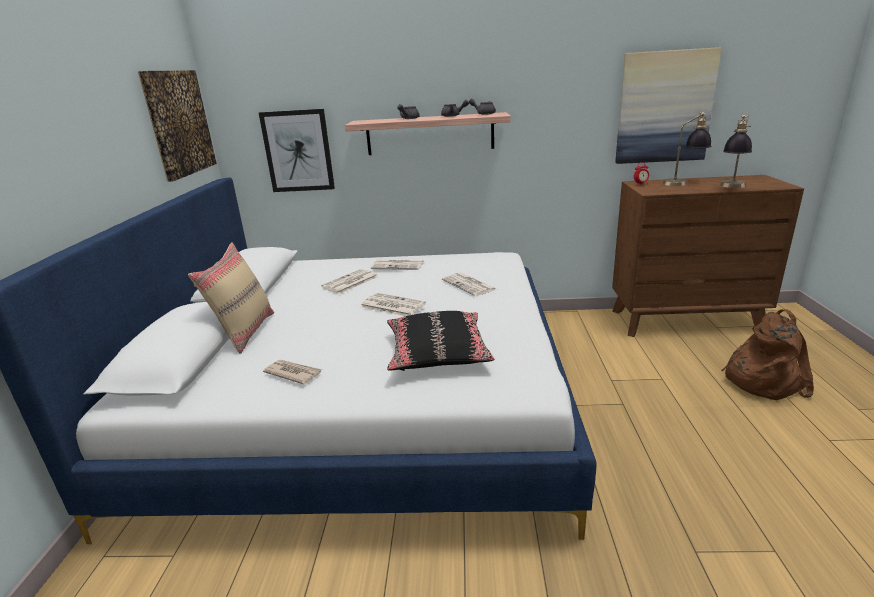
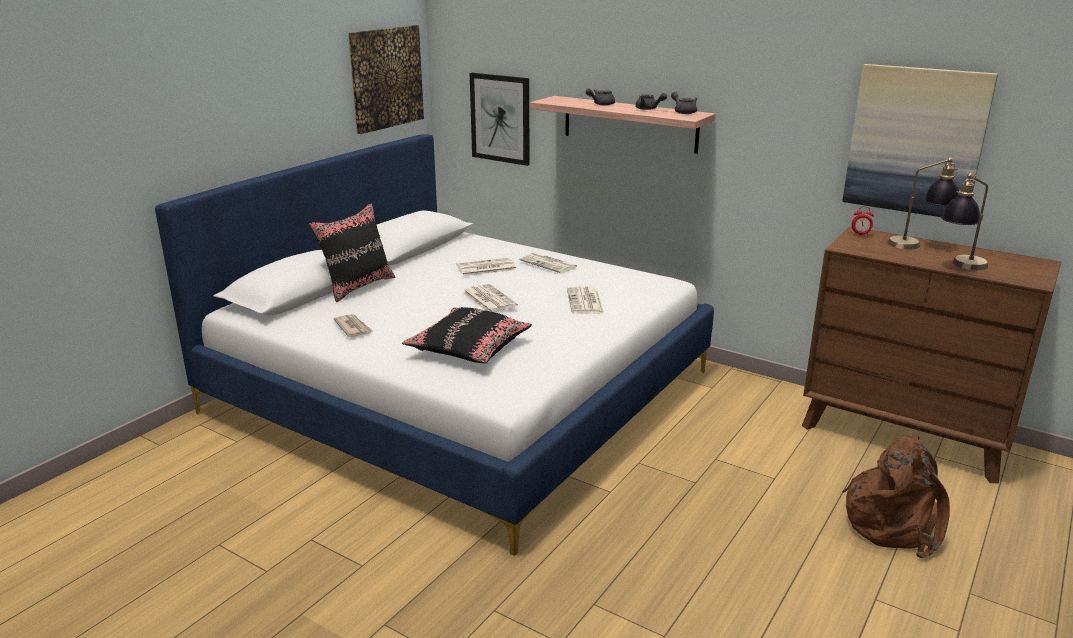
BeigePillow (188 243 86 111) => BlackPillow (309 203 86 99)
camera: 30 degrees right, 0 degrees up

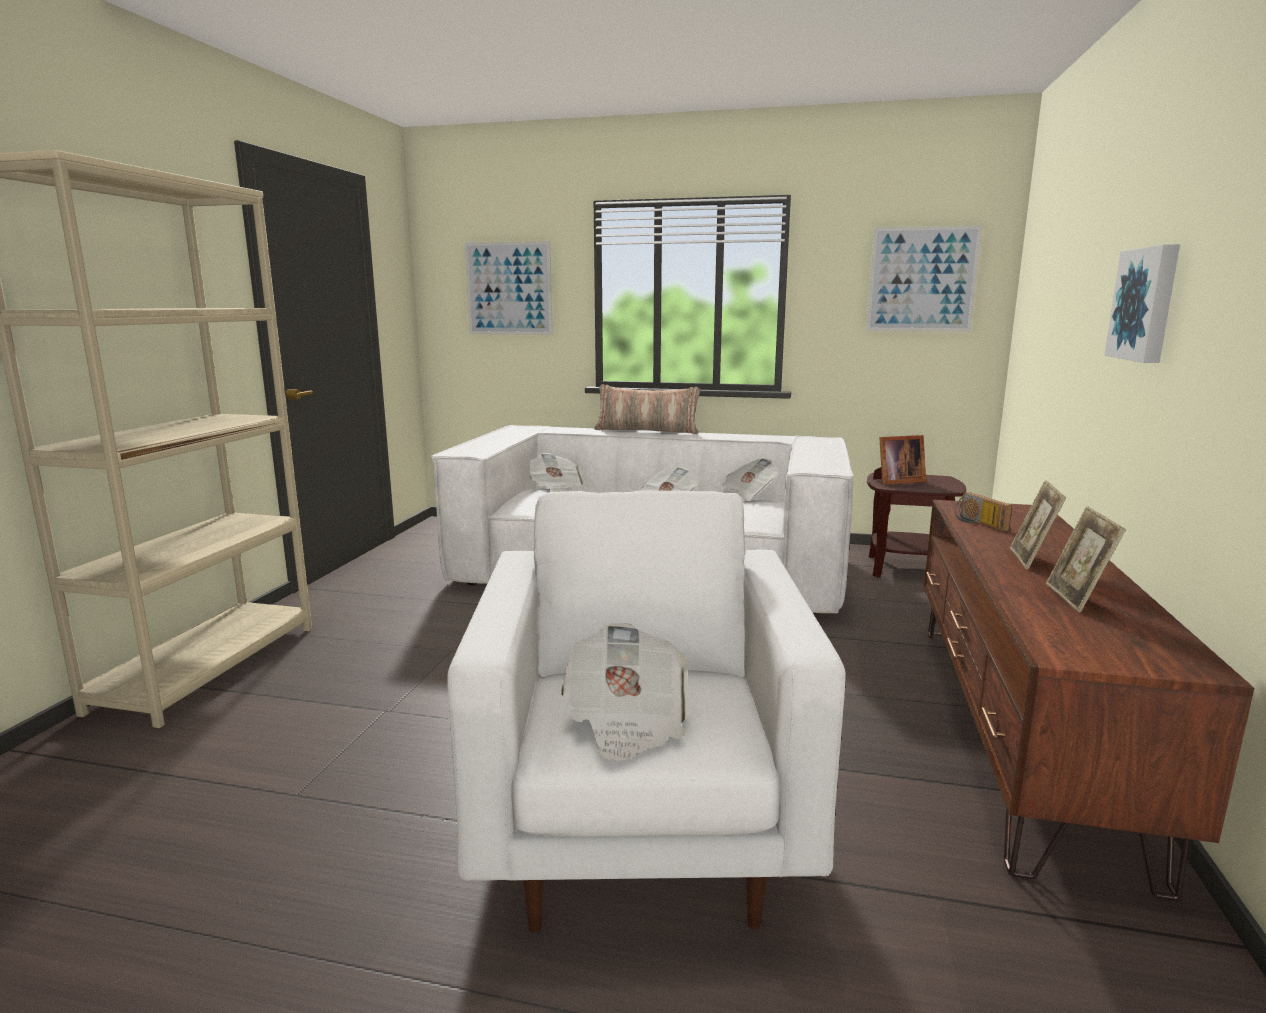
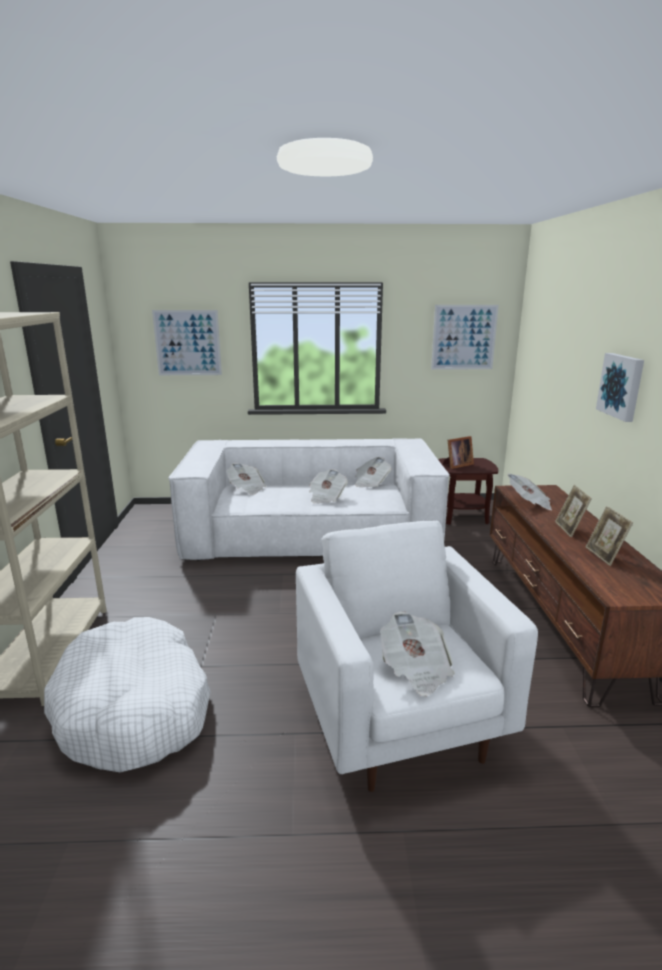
Pillow (594 384 106 50) => nothing
Radio (955 492 57 39) => Newspaper (507 473 45 37)
nothing => WhiteDogBed (44 617 167 155)
camera: 15 degrees left, 5 degrees up

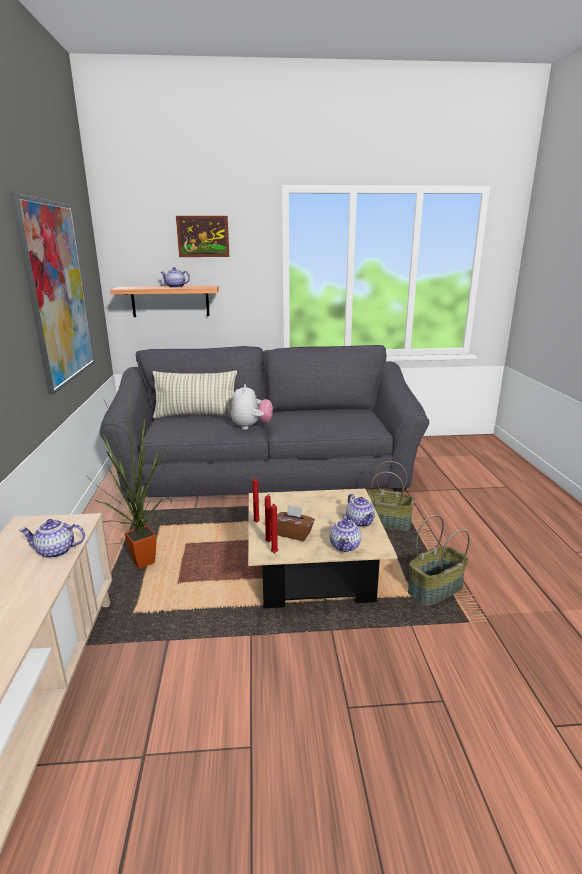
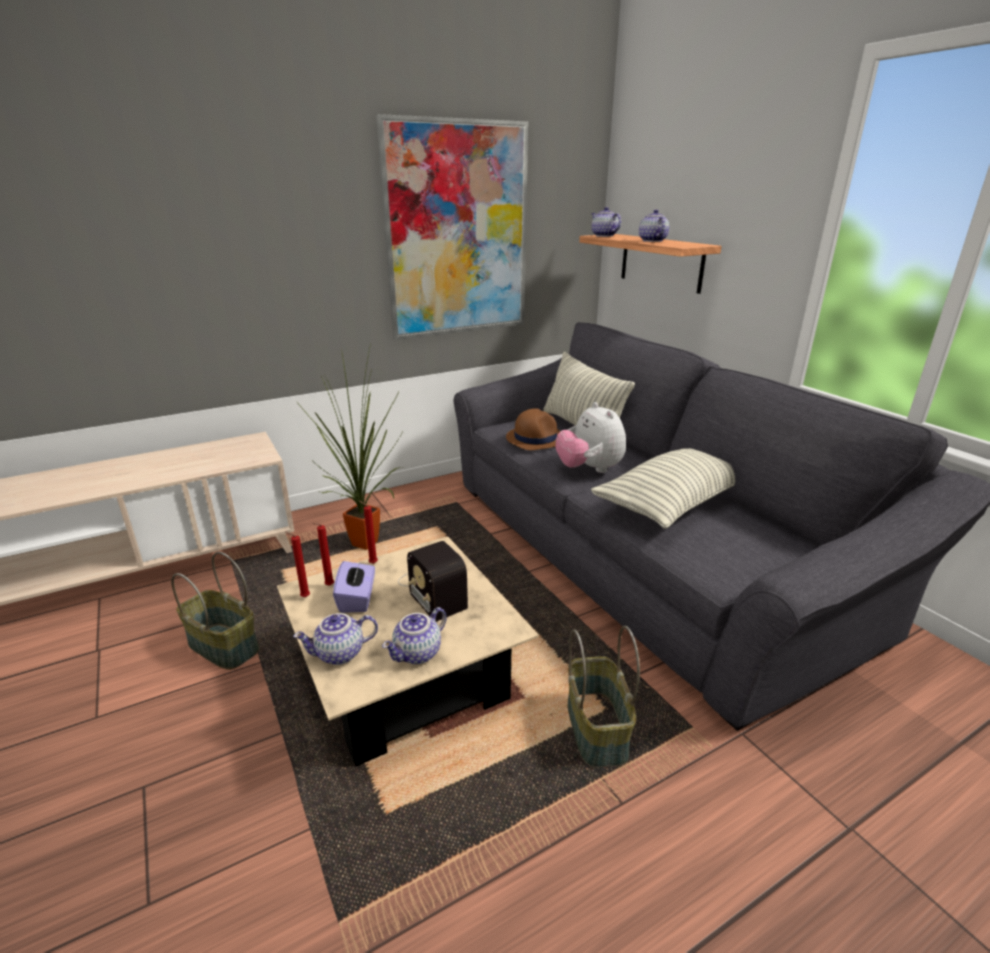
Picture (176 216 53 41) => nothing
PlushToy (231 384 42 46) => PlushToy (555 402 71 71), 90 degrees clockwise
BrownTissueBox (277 505 38 36) => PurpleTissueBox (333 560 42 53)
Basket (408 515 62 90) => Basket (171 552 88 118), relocated
Teapot (19 519 66 39) => Teapot (591 207 30 30), relocated
nothing => BrownHat (506 408 54 42)
nothing => Pillow (591 448 145 81)
nothing => Radio (398 541 70 81)
camera: 65 degrees right, 5 degrees up

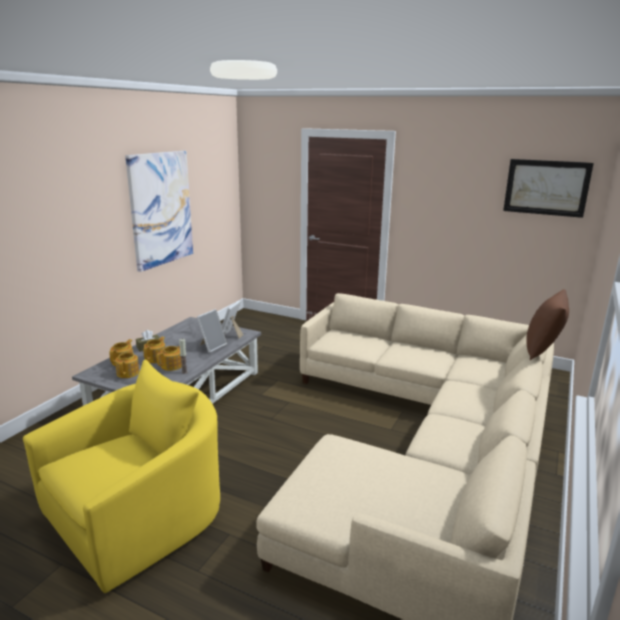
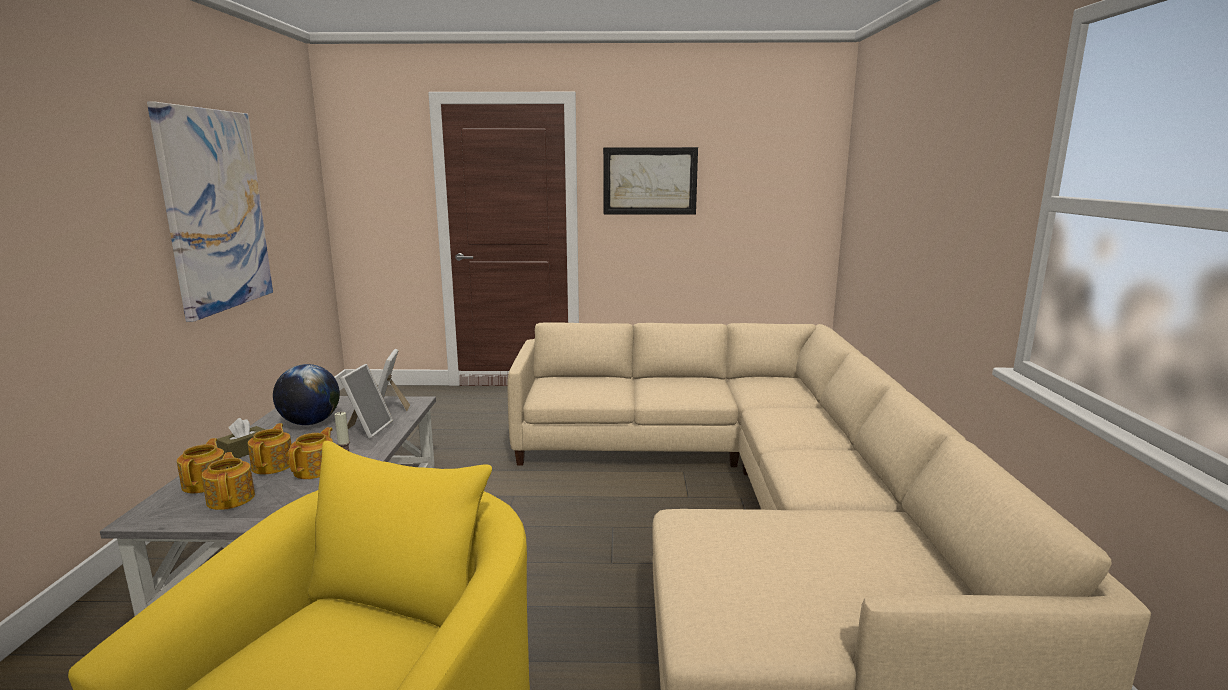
Picture (503 159 91 59) => Picture (603 147 95 67), relocated
BrownPillow (527 289 42 71) => nothing
nothing => Globe (273 364 67 61)
camera: 25 degrees left, 5 degrees down

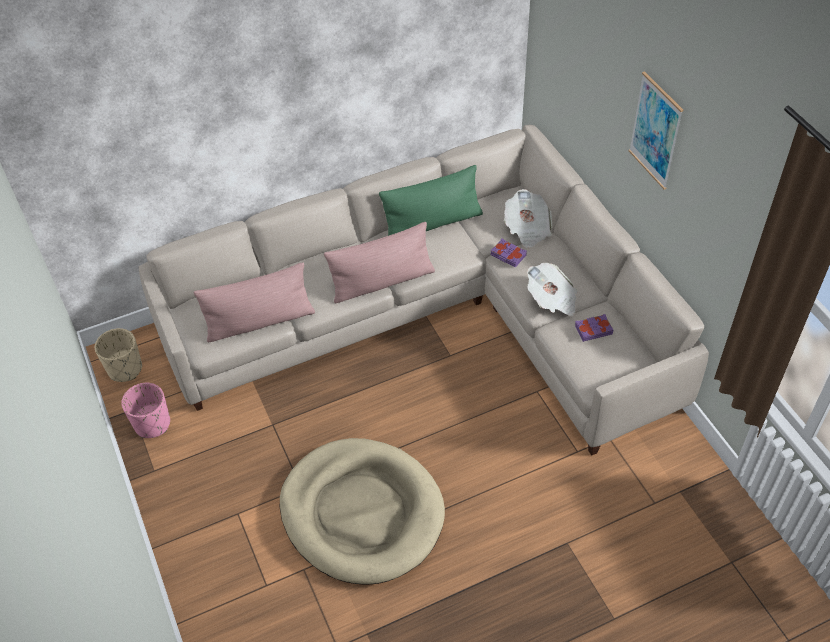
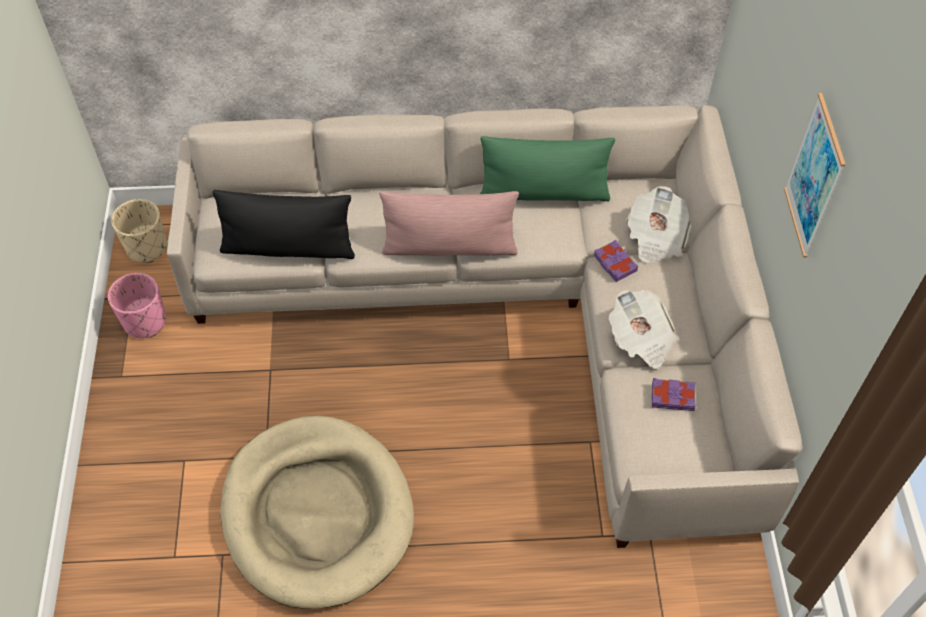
PinkPillow (194 262 121 81) => BlackPillow (212 190 143 69)
camera: 20 degrees right, 5 degrees up

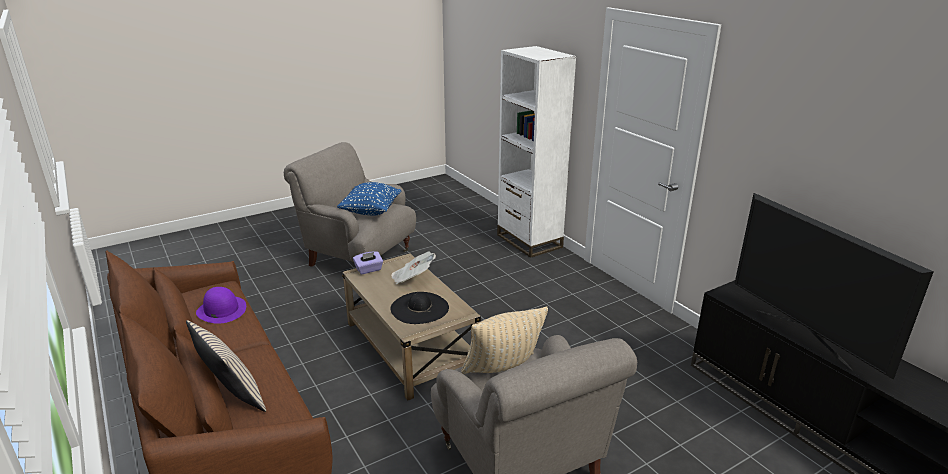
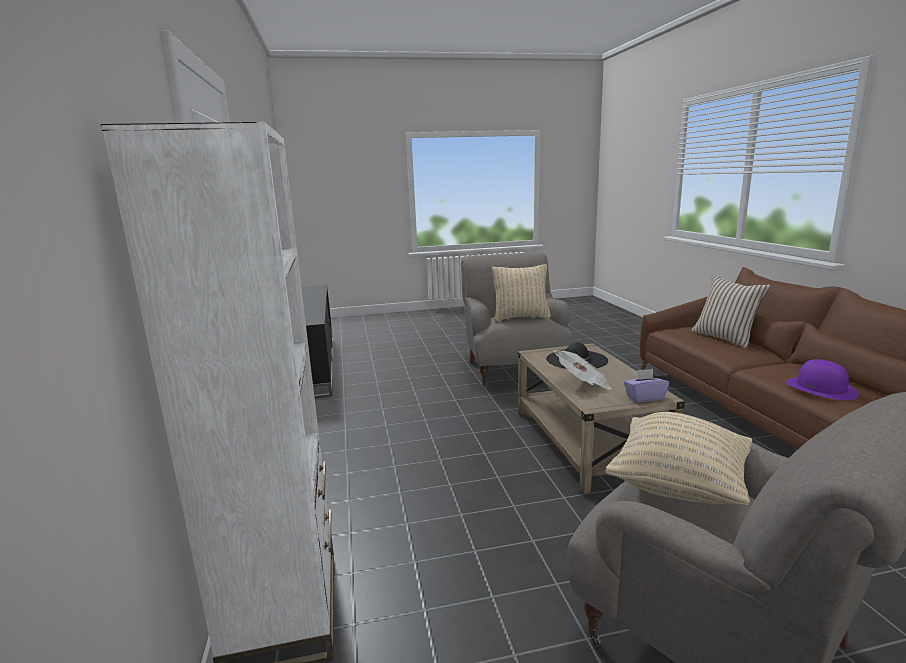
BluePillow (337 182 64 34) => BeigePillow (605 412 147 94)
Television (734 193 200 187) => nothing
camera: 160 degrees left, 10 degrees down

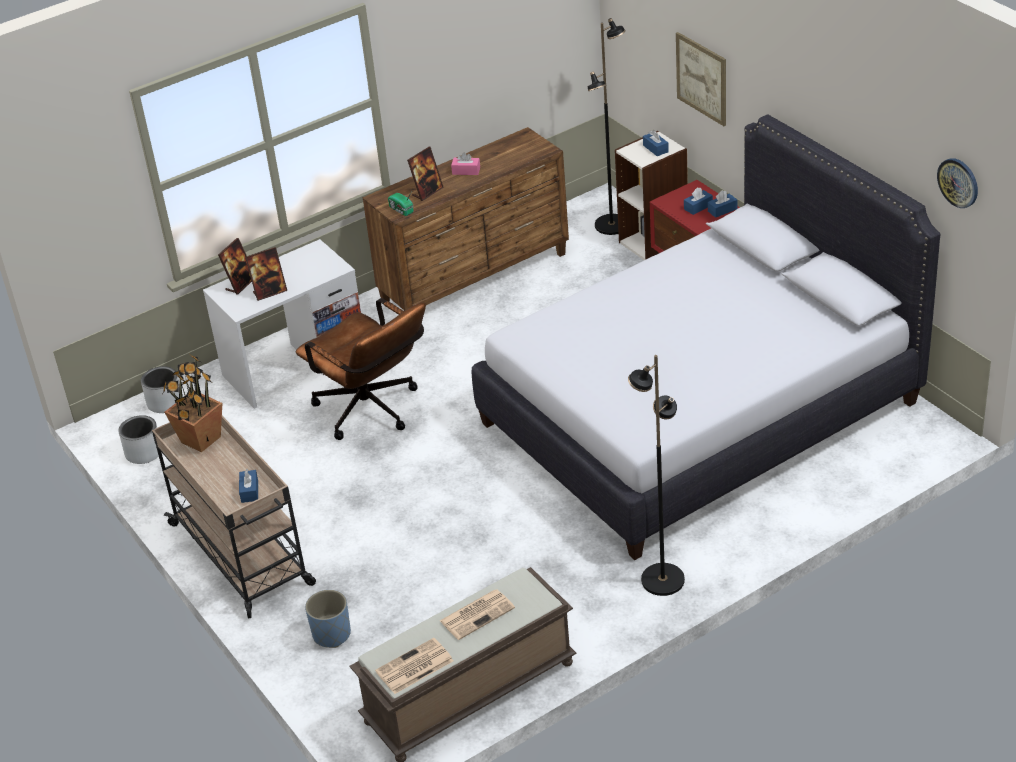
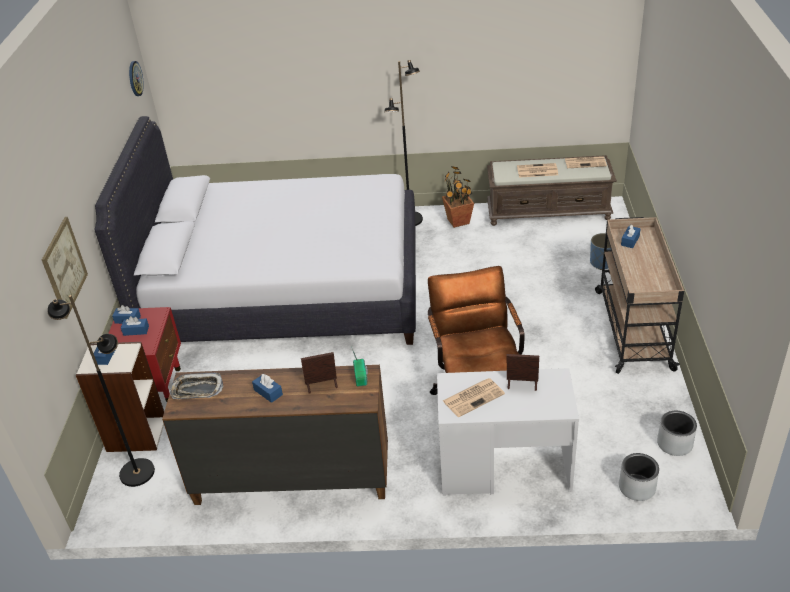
PinkTissueBox (451 152 29 23) => BlueTissueBox (252 374 31 29)
PictureFrame (218 238 34 57) => nothing
PottedPlant (163 355 59 97) => PottedPlant (442 166 32 62), relocated
nothing => Tray (169 373 54 26)
nothing => Newspaper (443 378 62 39)
camera: 145 degrees left, 0 degrees up

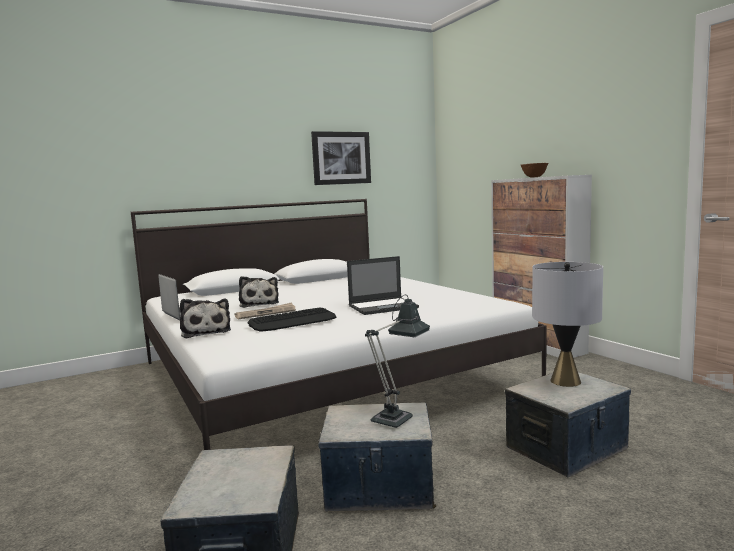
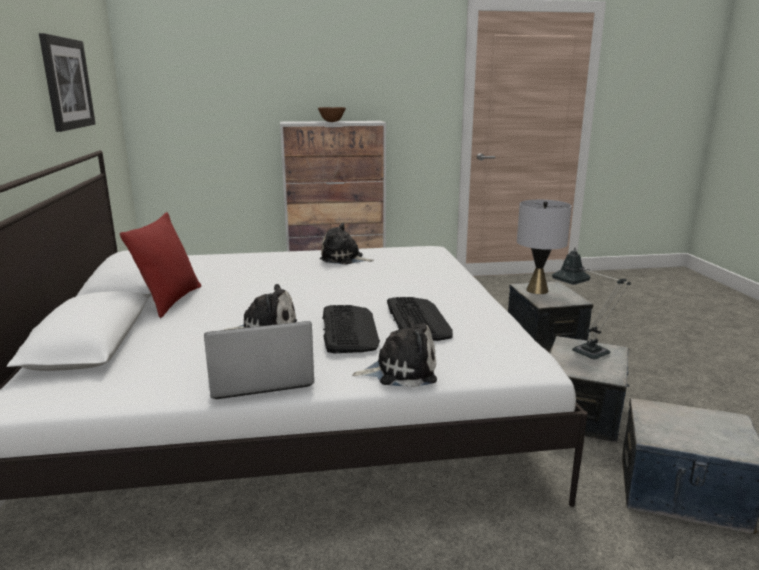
Laptop (347 256 72 59) => nothing
Newspaper (234 302 62 17) => Keyboard (323 305 57 48)
nothing => RedPillow (120 212 81 106)
nothing => PlushToy (320 223 54 42)
camera: 70 degrees left, 10 degrees up

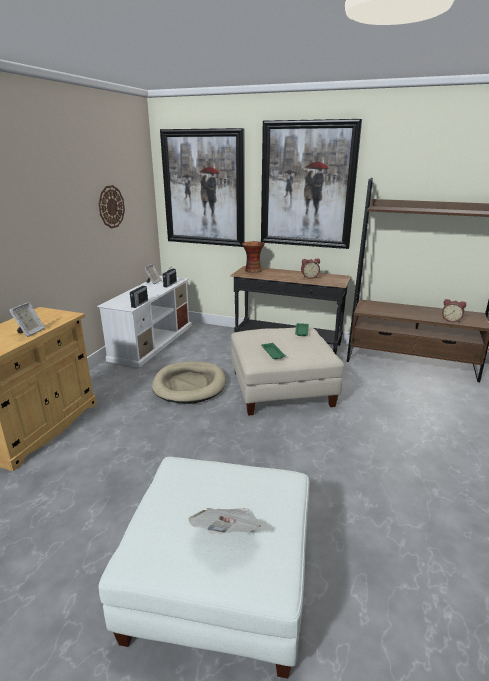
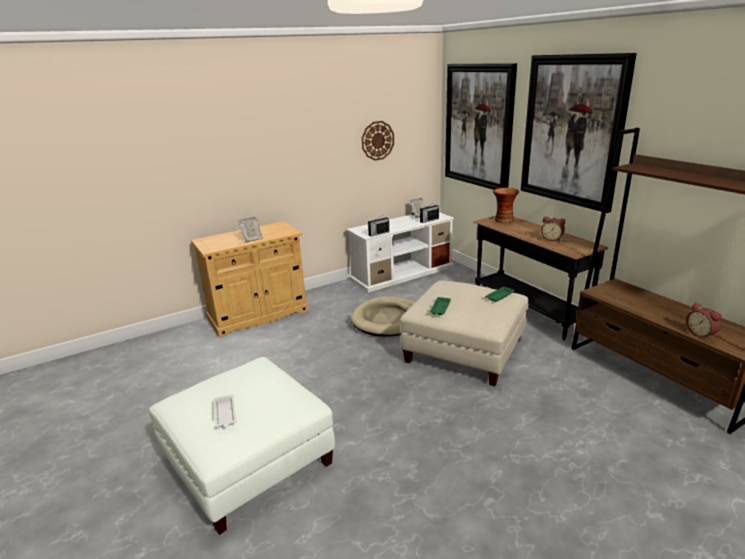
Newspaper (189 508 72 26) => WhiteTray (214 394 22 33)
camera: 40 degrees right, 0 degrees up

